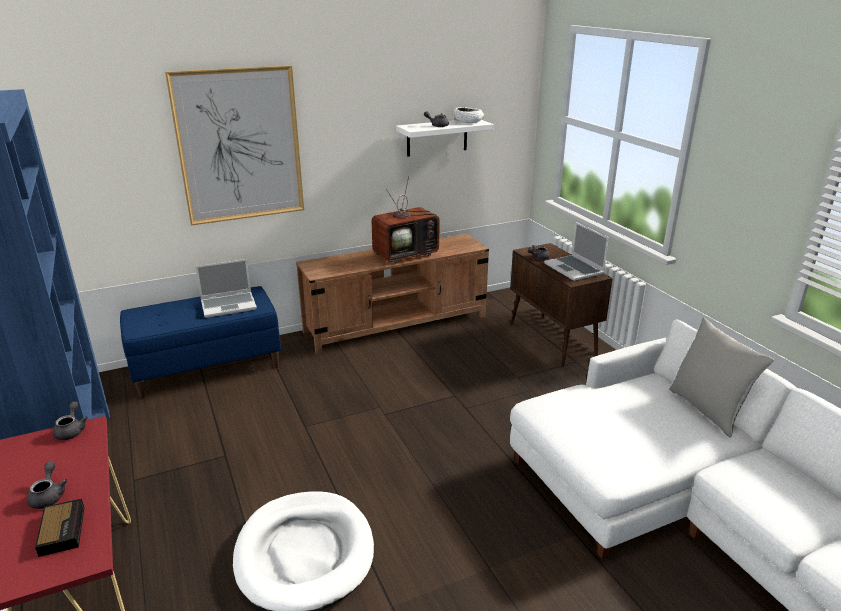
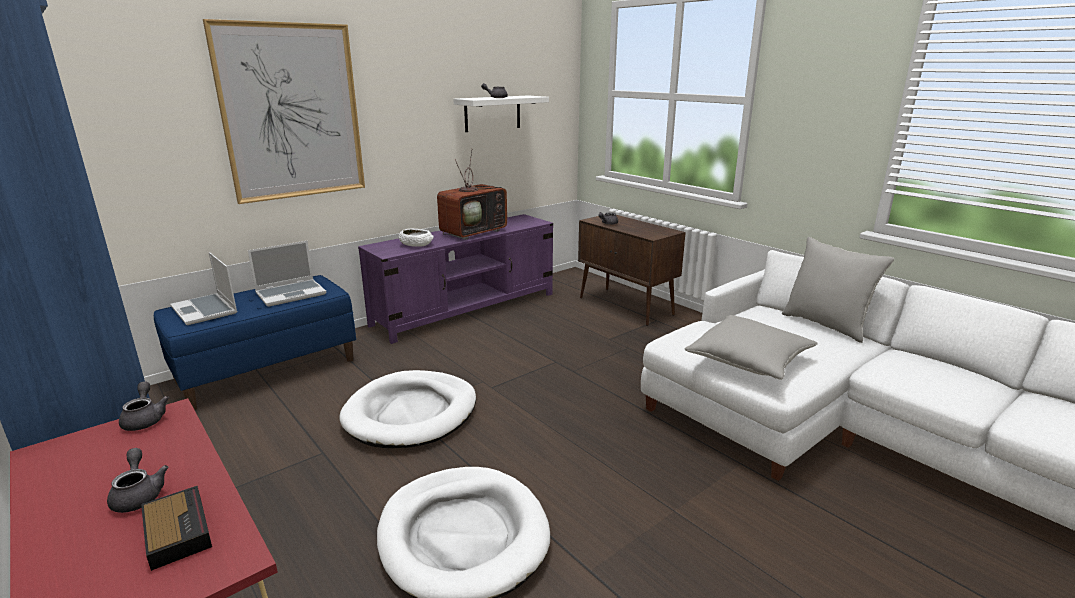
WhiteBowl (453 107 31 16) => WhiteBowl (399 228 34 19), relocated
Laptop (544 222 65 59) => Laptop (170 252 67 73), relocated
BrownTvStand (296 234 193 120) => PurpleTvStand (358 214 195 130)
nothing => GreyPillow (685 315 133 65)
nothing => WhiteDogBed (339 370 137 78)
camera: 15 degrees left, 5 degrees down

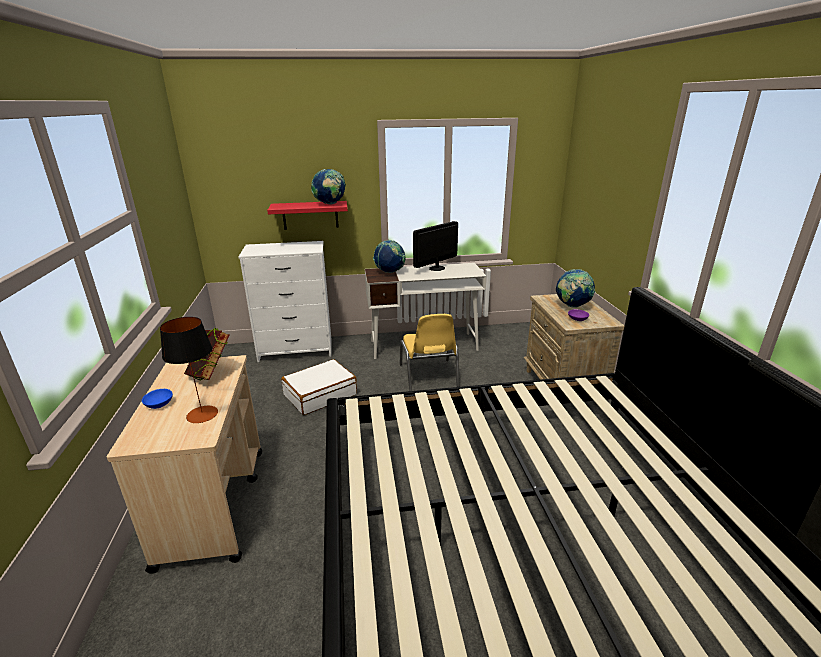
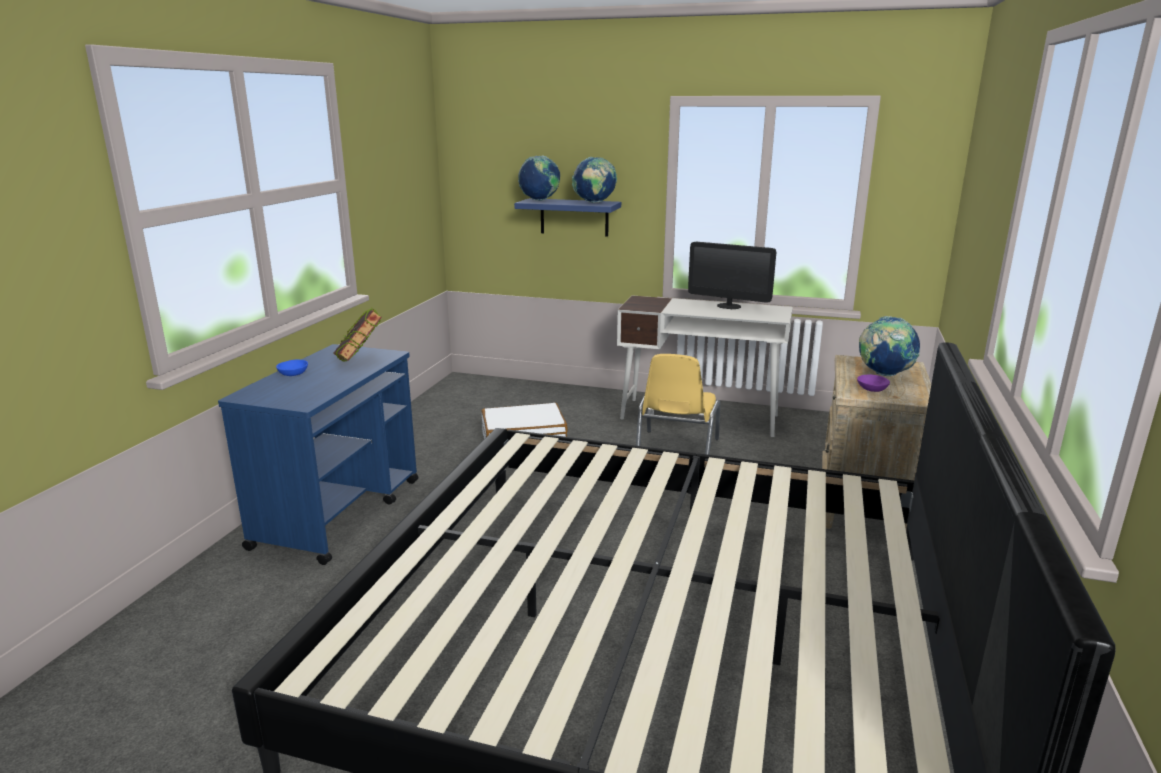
RedShelf (267 201 81 29) => BlueShelf (514 198 107 39)
Monitor (413 221 45 50) => Monitor (688 242 88 67), 135 degrees counterclockwise
Globe (373 240 33 33) => Globe (518 155 42 46), relocated
WhiteDresser (238 241 93 121) => nothing
TableLamp (160 317 58 106) => nothing
BeigeCart (107 355 155 219) => BlueCart (218 344 201 221)
camera: 25 degrees right, 5 degrees down

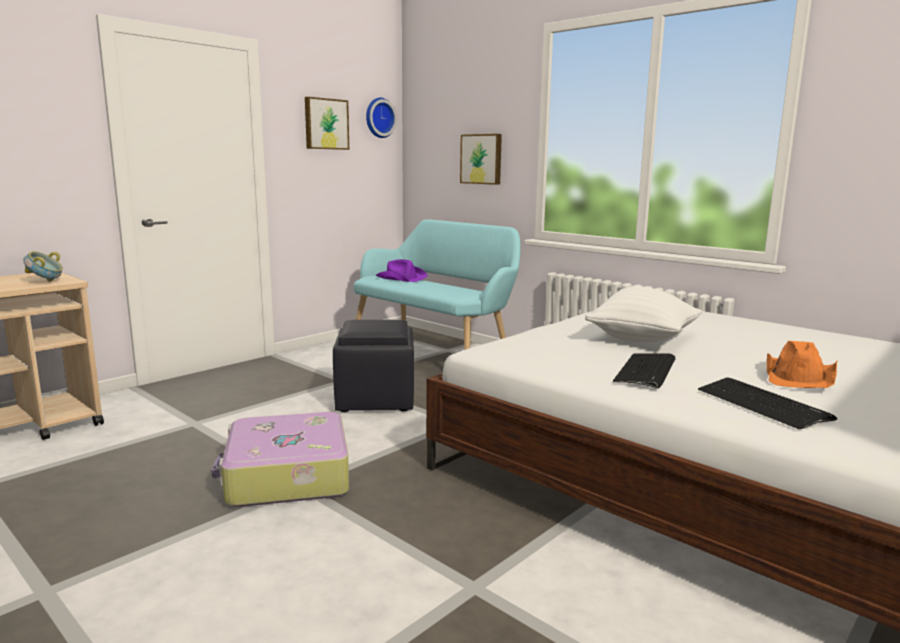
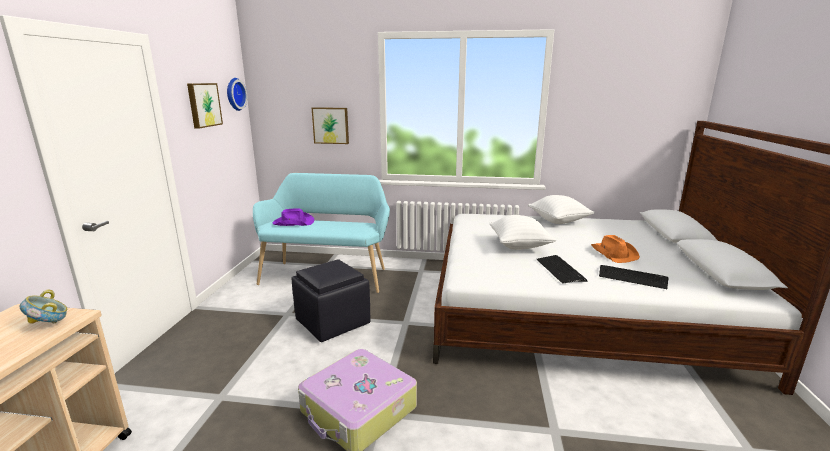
nothing => WhitePillow (528 195 67 29)
camera: 35 degrees left, 5 degrees up

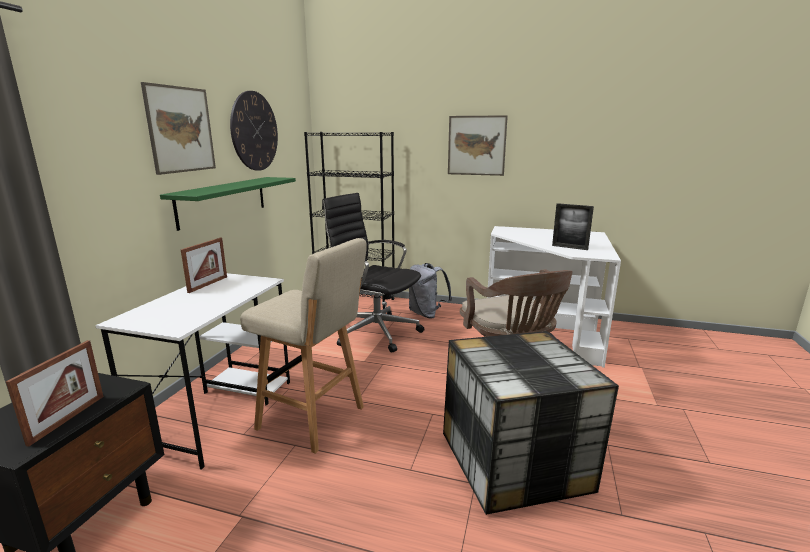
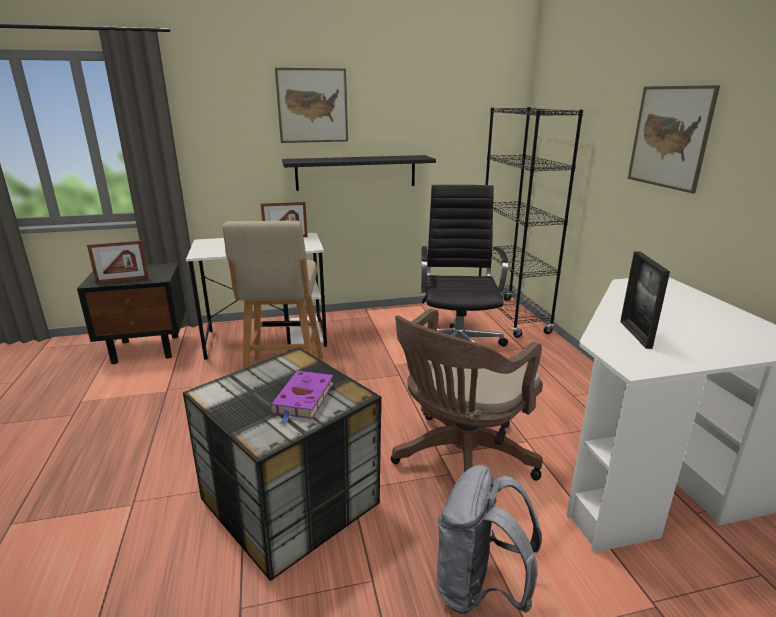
WallClock (230 91 48 80) => nothing
GreenShelf (160 177 136 54) => BlackShelf (282 155 154 36)
GreyBackpack (409 263 43 55) => GreyBackpack (437 465 105 149), relocated
nothing => PurpleBook (270 371 64 53)
camera: 60 degrees right, 5 degrees up

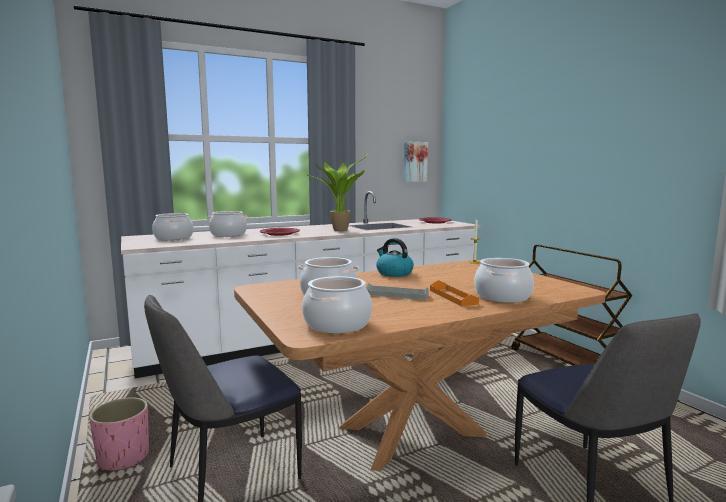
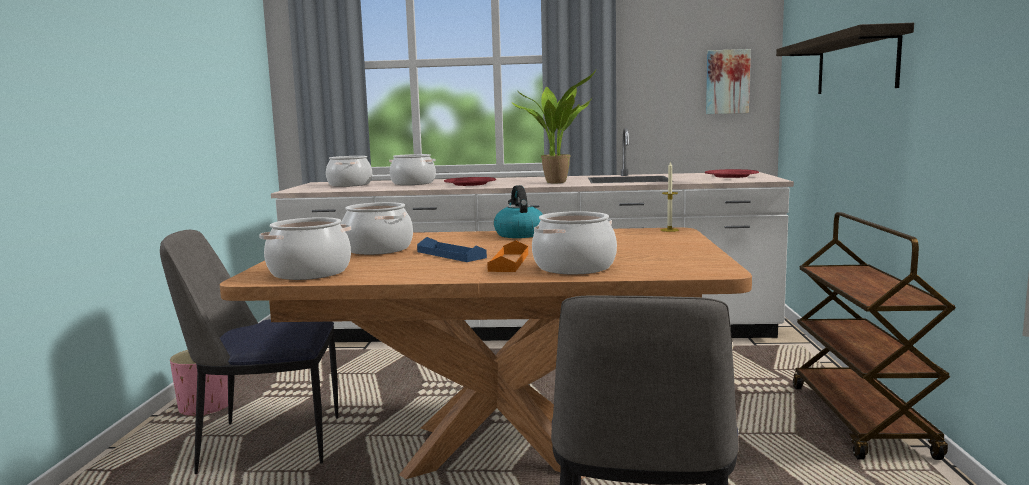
GreyTray (366 283 63 17) => BlueTray (417 237 70 25)
nothing => Shelf (776 23 138 71)
camera: 30 degrees right, 0 degrees up

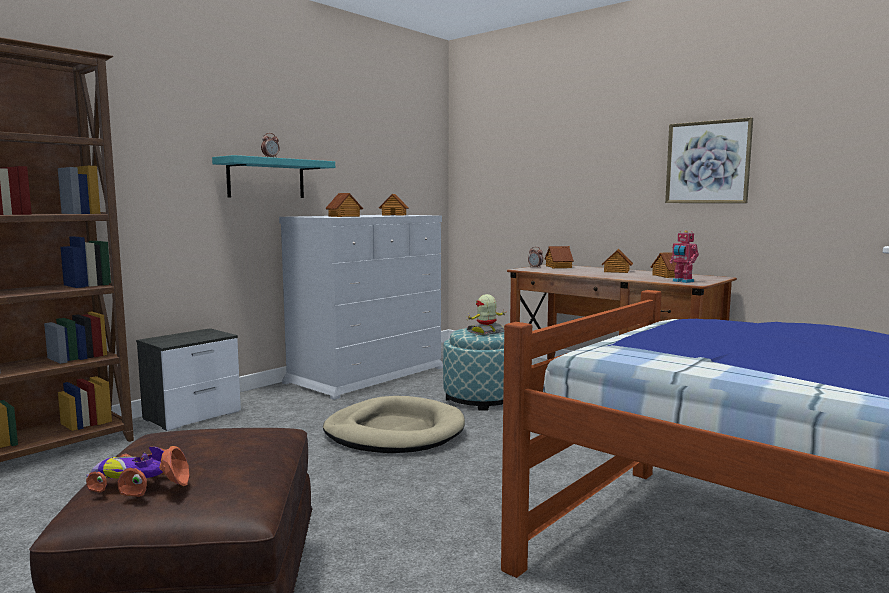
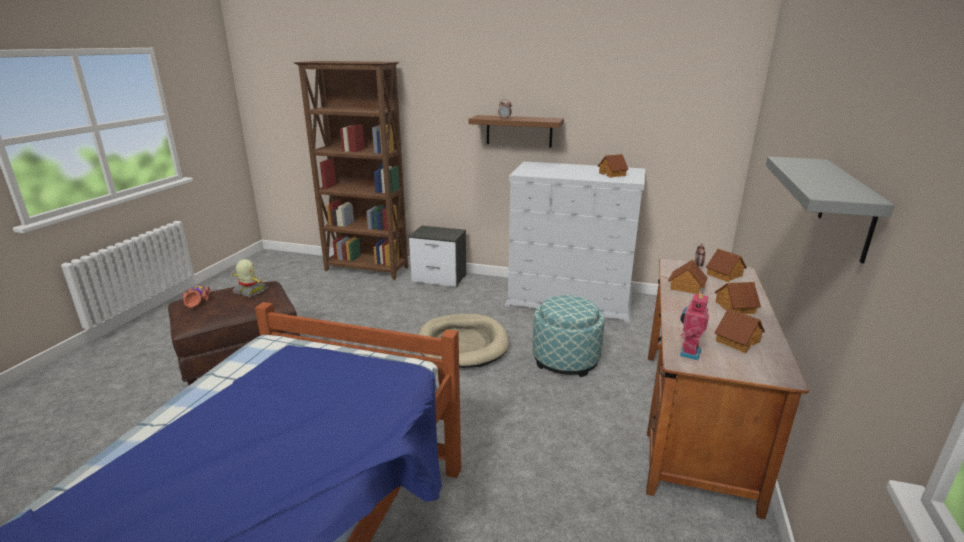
Picture (665 118 88 85) => GreyShelf (766 157 128 106)
TurquoiseShelf (212 155 123 43) => BrownShelf (468 115 96 33)
ToyHouse (325 193 38 24) => ToyHouse (668 259 40 35), relocated
ToyRobot (467 294 39 41) => ToyRobot (230 259 39 38), relocated
camera: 65 degrees right, 15 degrees up

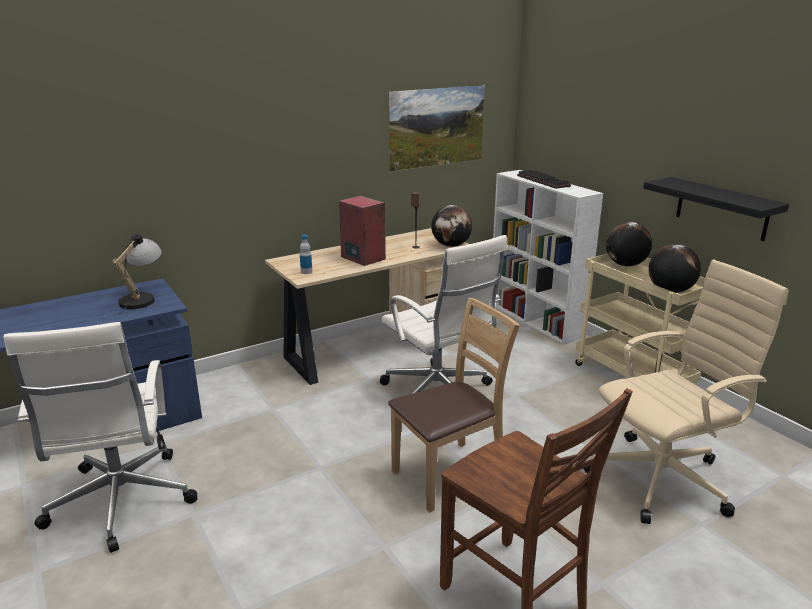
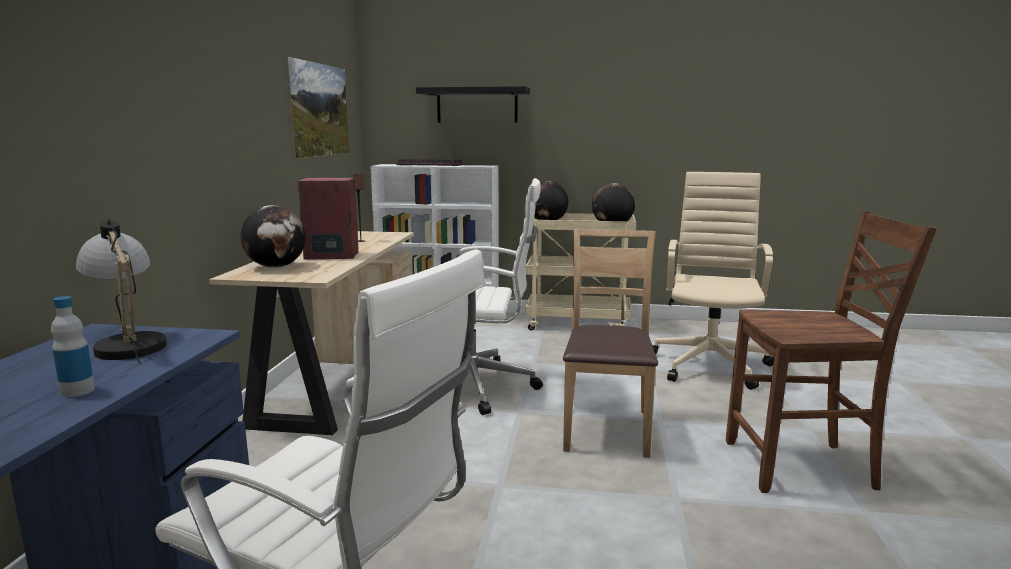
BlackShelf (643 177 146 64) => BlackShelf (416 86 114 37), relocated
Globe (431 205 41 42) => Globe (240 205 66 63), relocated
Bottle (300 235 12 39) => Bottle (51 296 44 101), relocated
camera: 50 degrees left, 10 degrees down

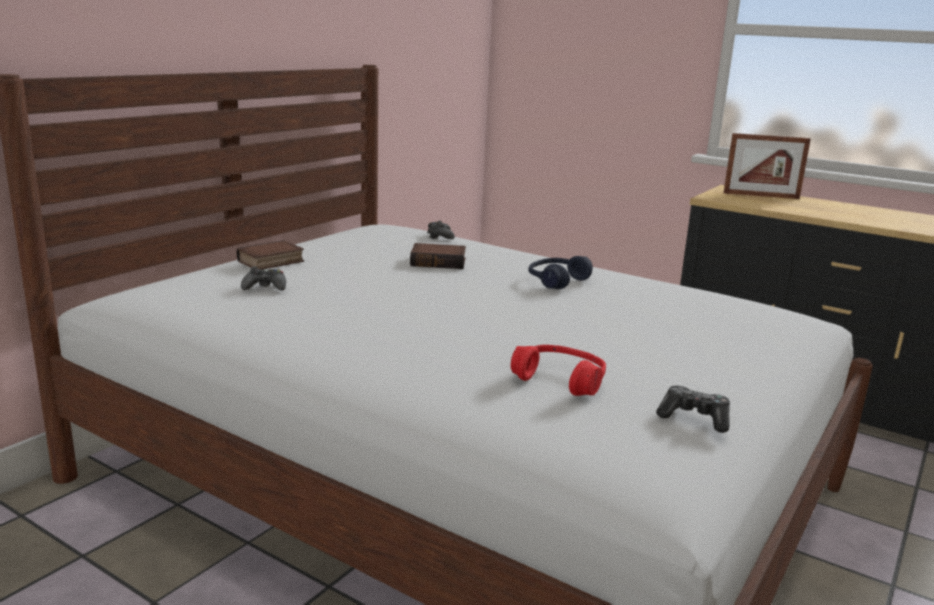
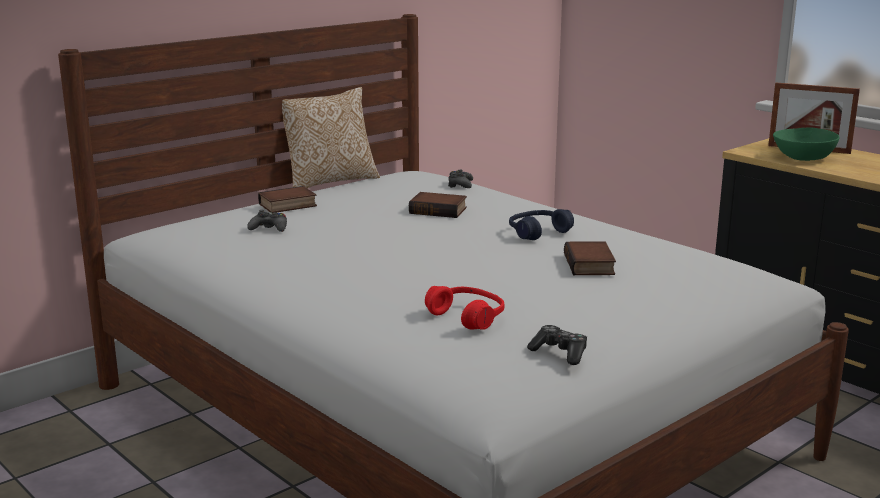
nothing => Pillow (282 87 98 101)
nothing => GreenBowl (773 127 66 34)
nothing => Book (564 241 52 34)
camera: 15 degrees right, 0 degrees up

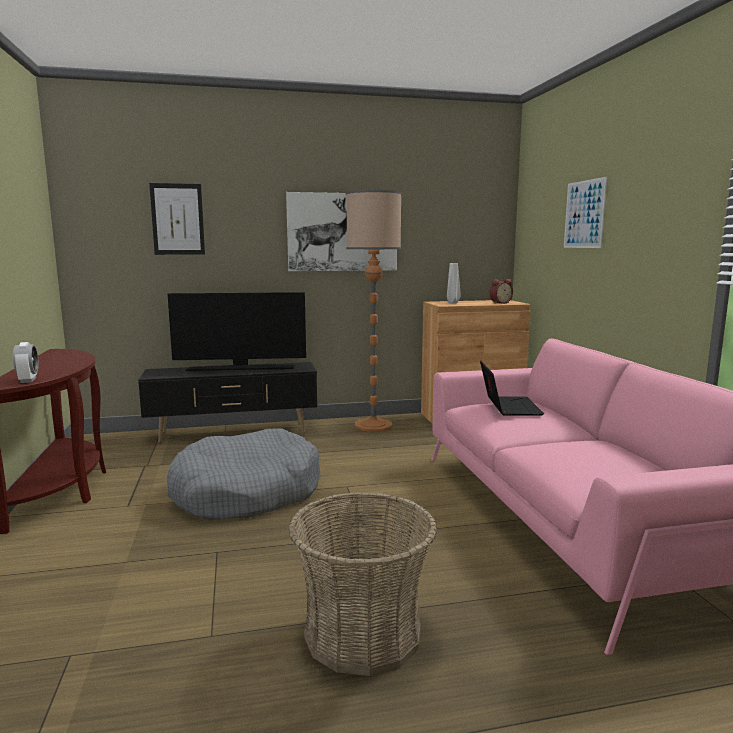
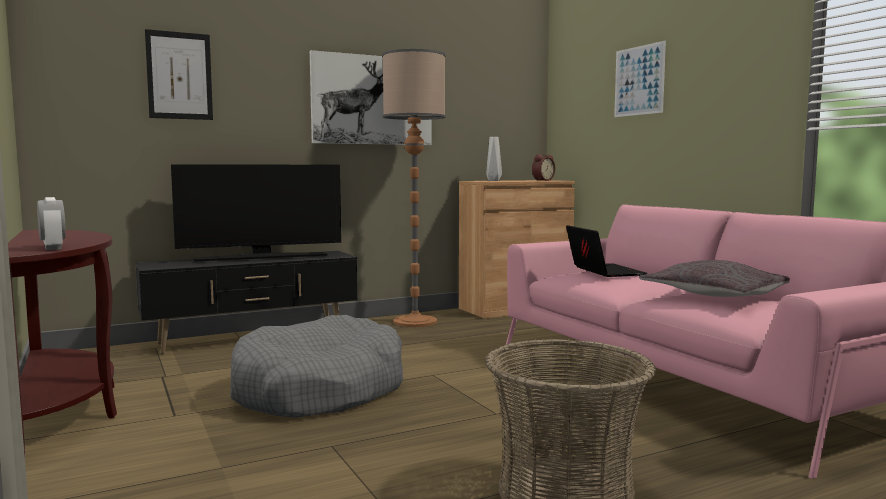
nothing => GreyPillow (639 260 151 37)
camera: 15 degrees left, 5 degrees down

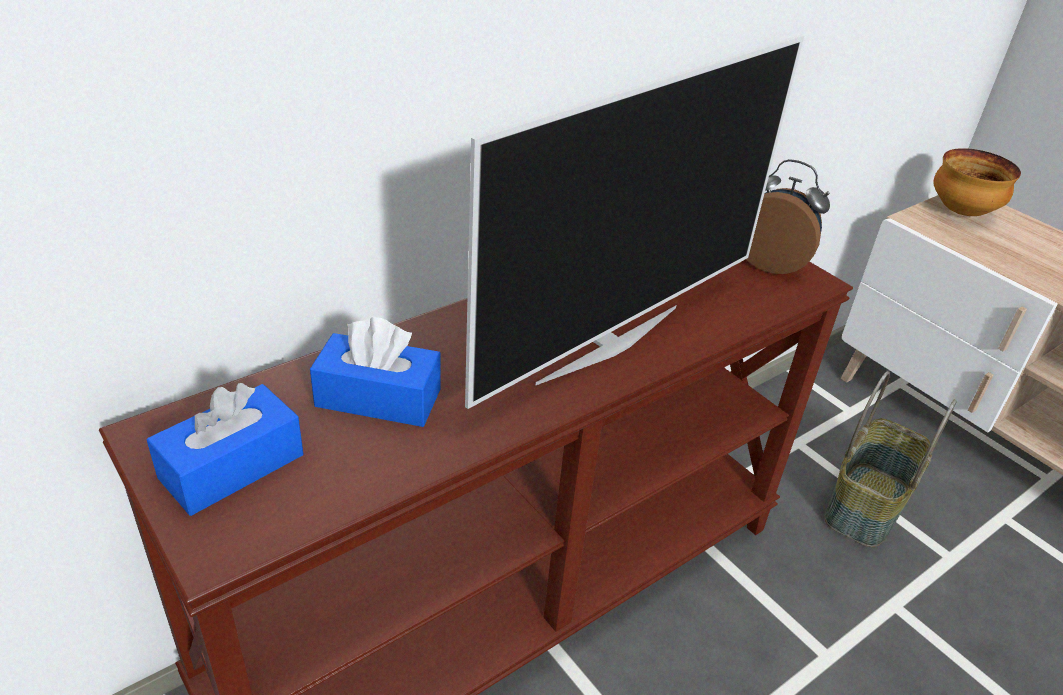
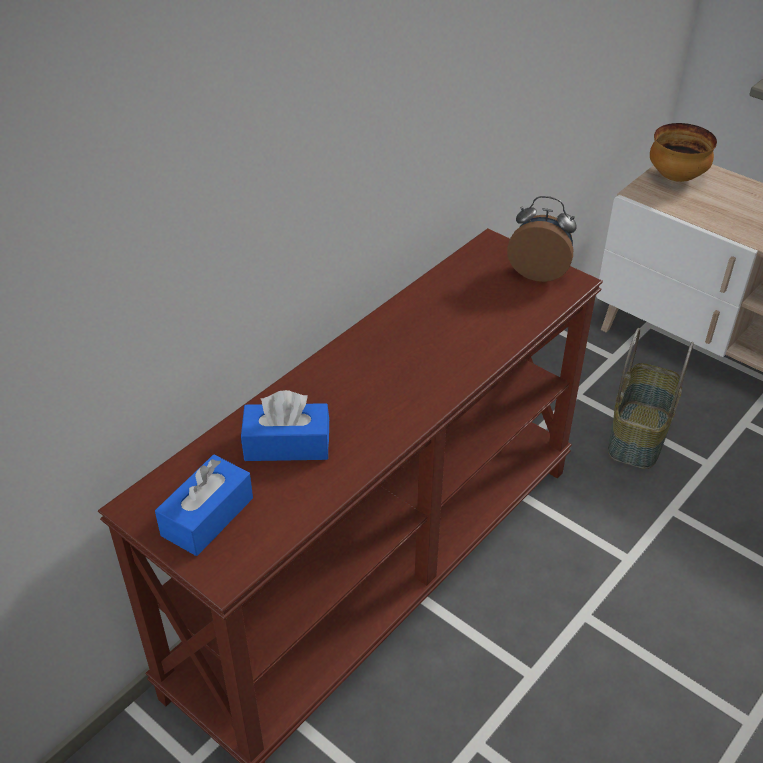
Television (465 35 339 374) => nothing
camera: 10 degrees left, 5 degrees up

